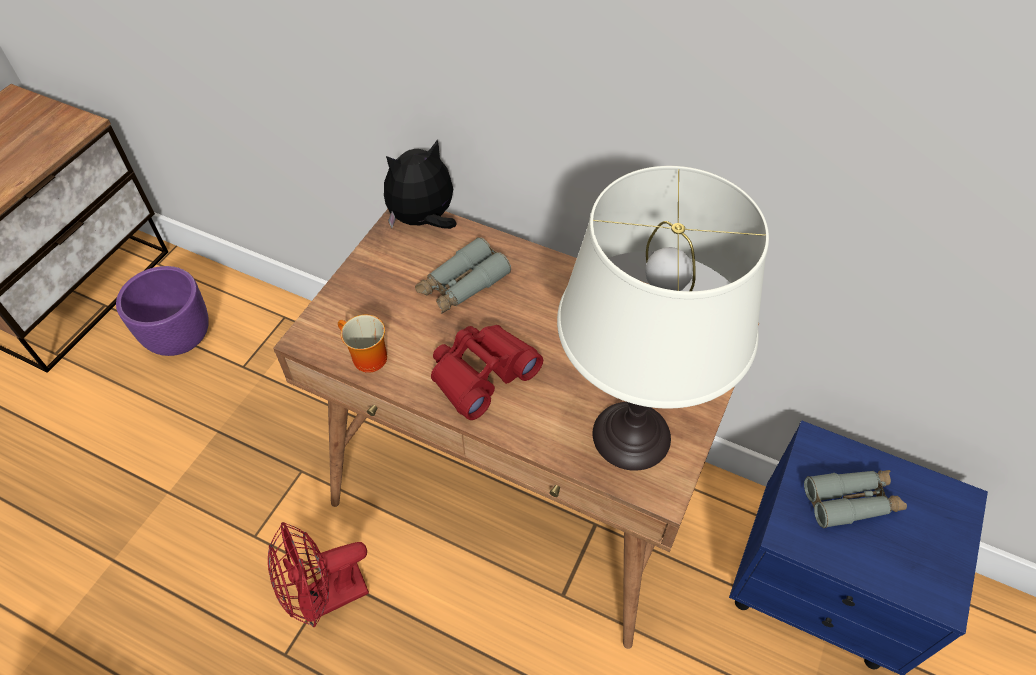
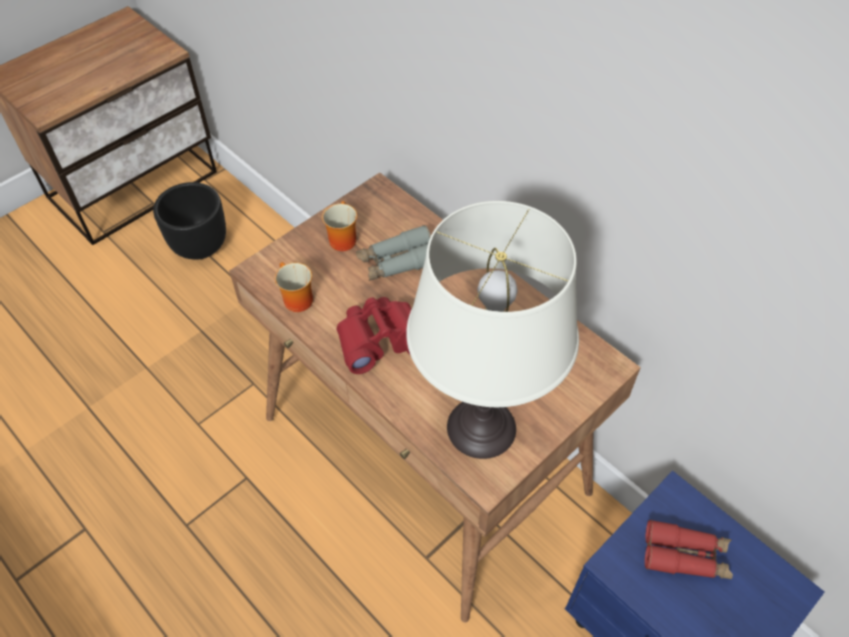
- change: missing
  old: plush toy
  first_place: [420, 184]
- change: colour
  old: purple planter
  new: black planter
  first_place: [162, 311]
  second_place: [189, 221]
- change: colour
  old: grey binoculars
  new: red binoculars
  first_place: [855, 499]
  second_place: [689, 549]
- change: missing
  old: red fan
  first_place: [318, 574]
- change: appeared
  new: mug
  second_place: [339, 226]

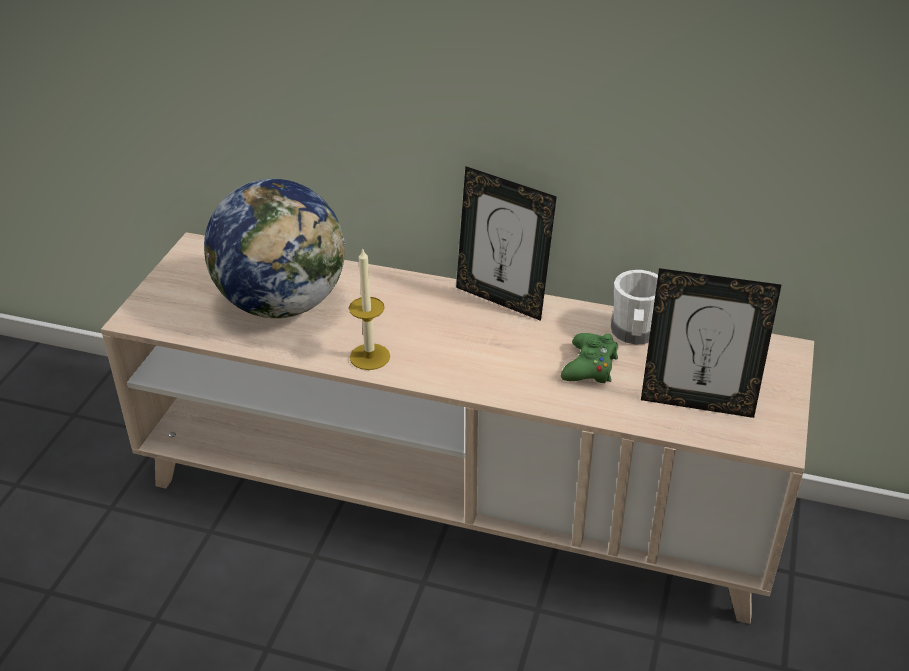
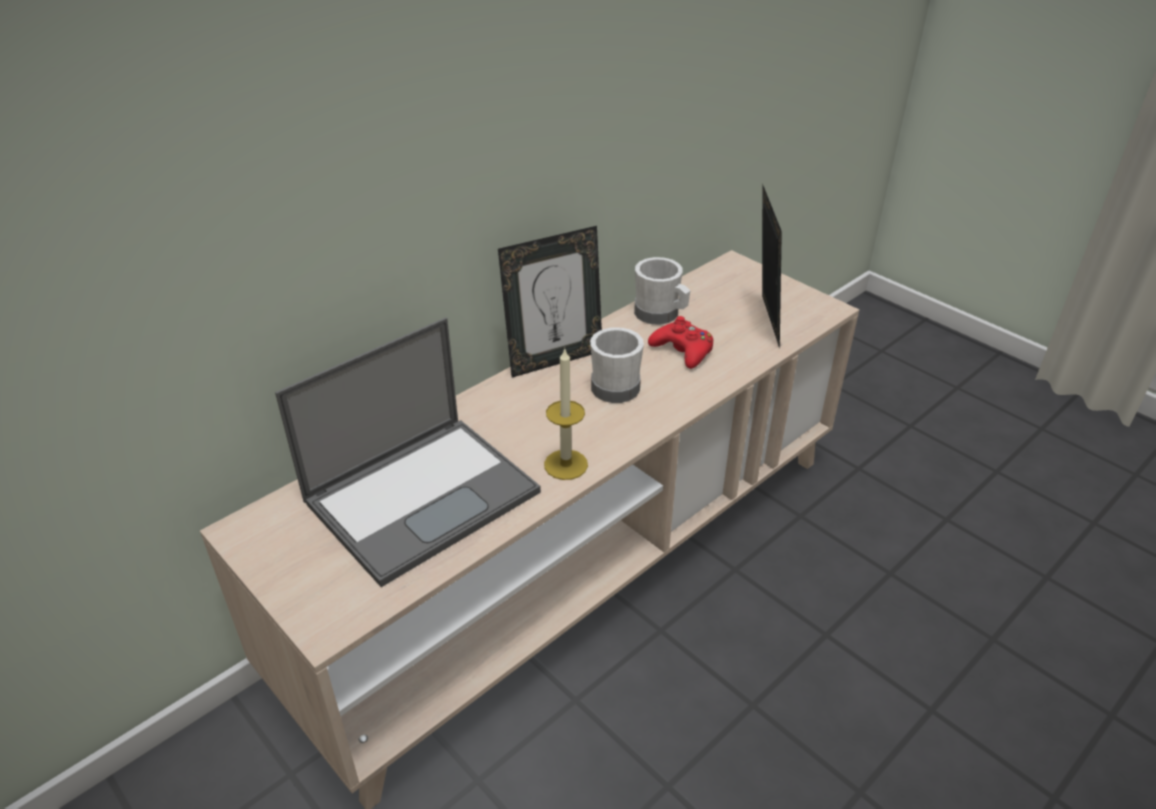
- change: exchanged
  old: globe
  new: laptop
  first_place: [275, 248]
  second_place: [408, 452]
- change: spun
  old: picture frame
  first_place: [711, 343]
  second_place: [772, 266]
  degrees: -45
- change: colour
  old: green game controller
  new: red game controller
  first_place: [589, 358]
  second_place: [680, 342]
- change: appeared
  new: white mug
  second_place: [617, 365]

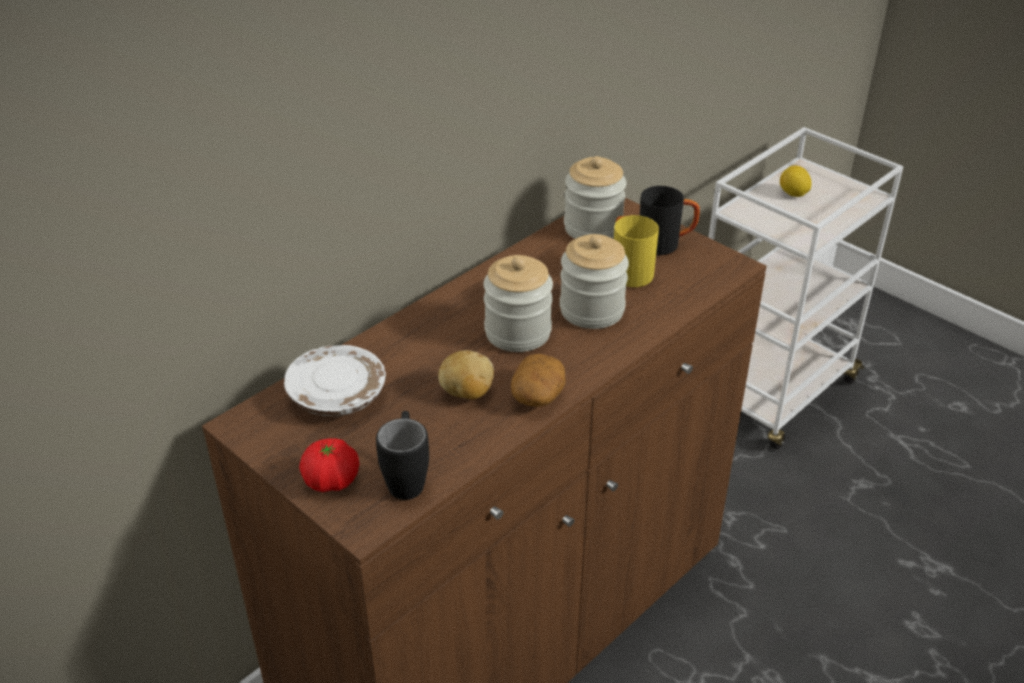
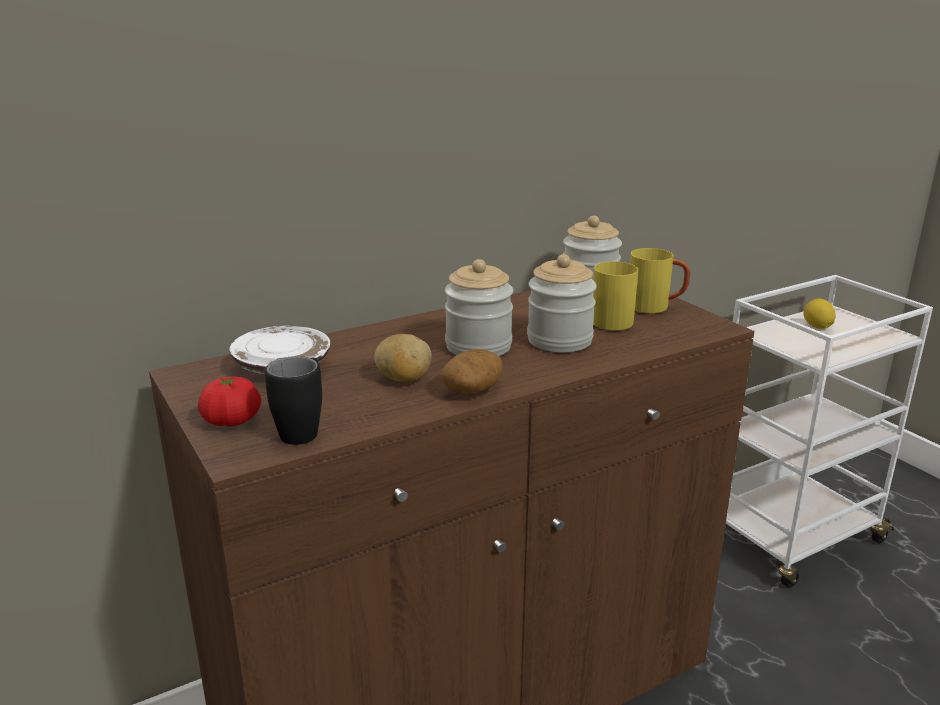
- change: colour
  old: black mug
  new: yellow mug
  first_place: [670, 220]
  second_place: [660, 281]

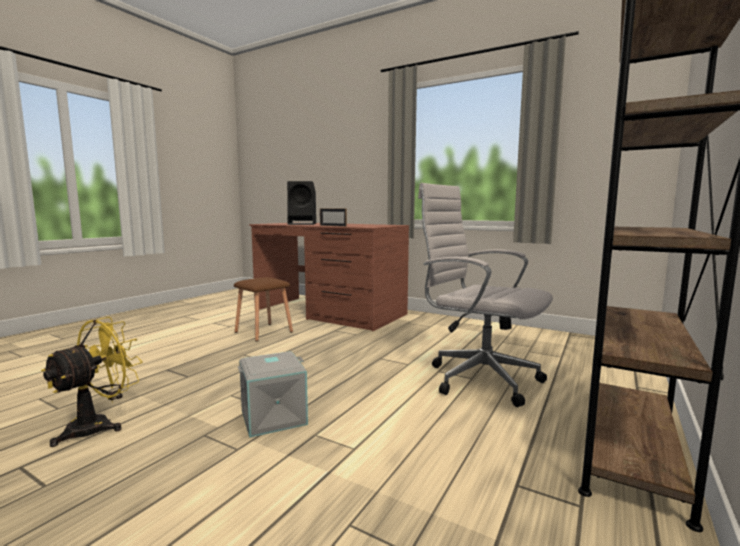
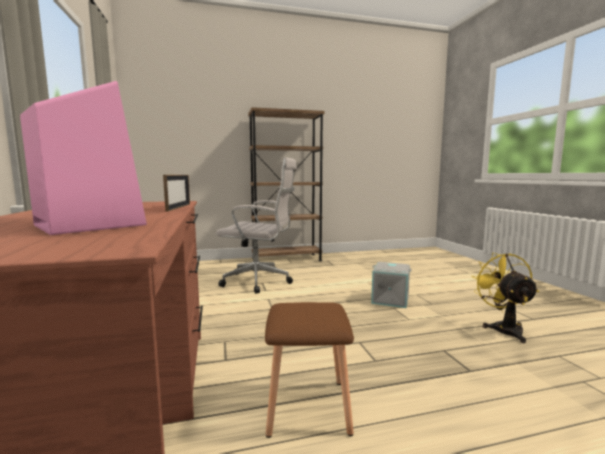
- change: colour
  old: black speaker
  new: pink speaker
  first_place: [301, 203]
  second_place: [83, 158]
- change: spun
  old: white office chair
  first_place: [485, 295]
  second_place: [256, 225]
  degrees: -75
- change: spun
  old: yellow fan
  first_place: [92, 382]
  second_place: [505, 298]
  degrees: 105

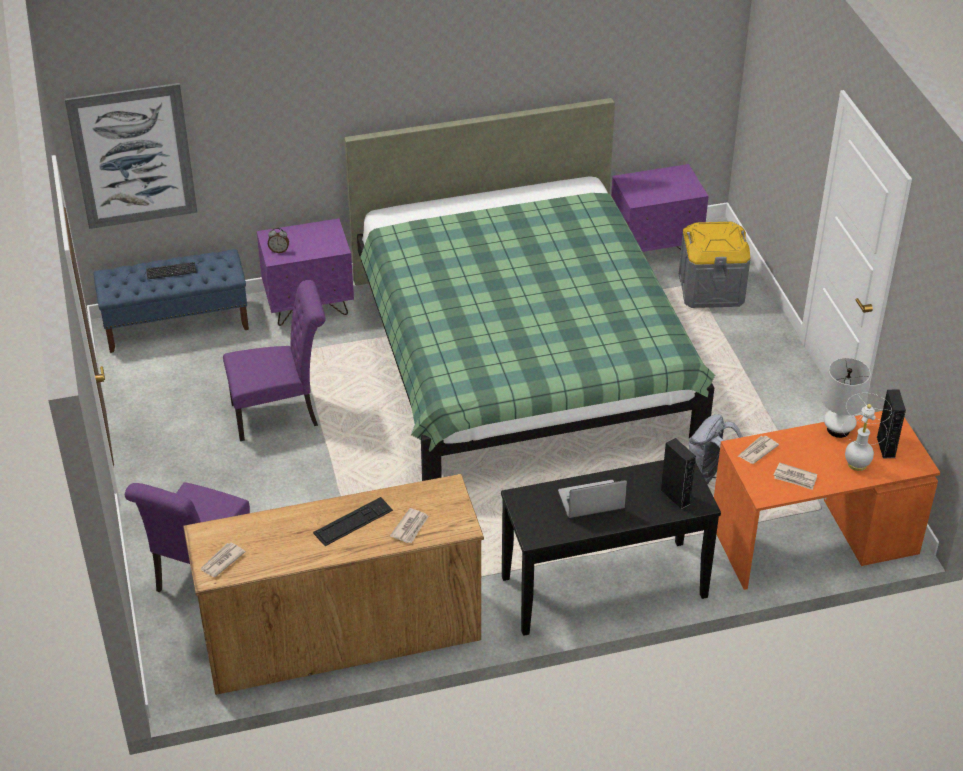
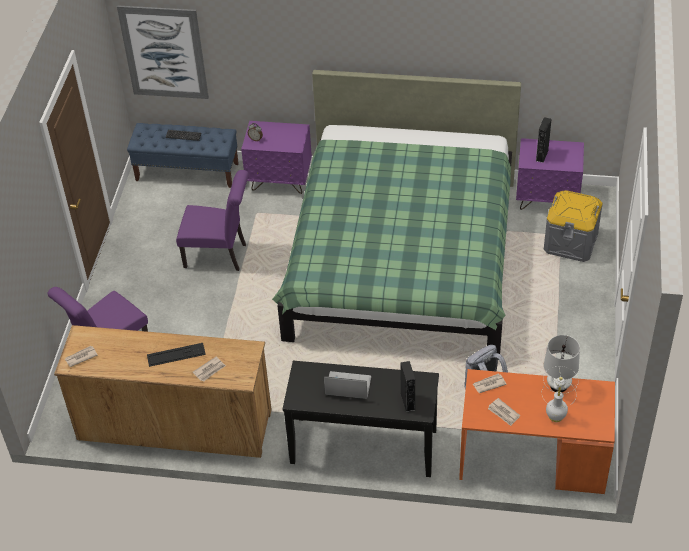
- change: relocated
  old: black speaker
  first_place: [891, 423]
  second_place: [544, 140]

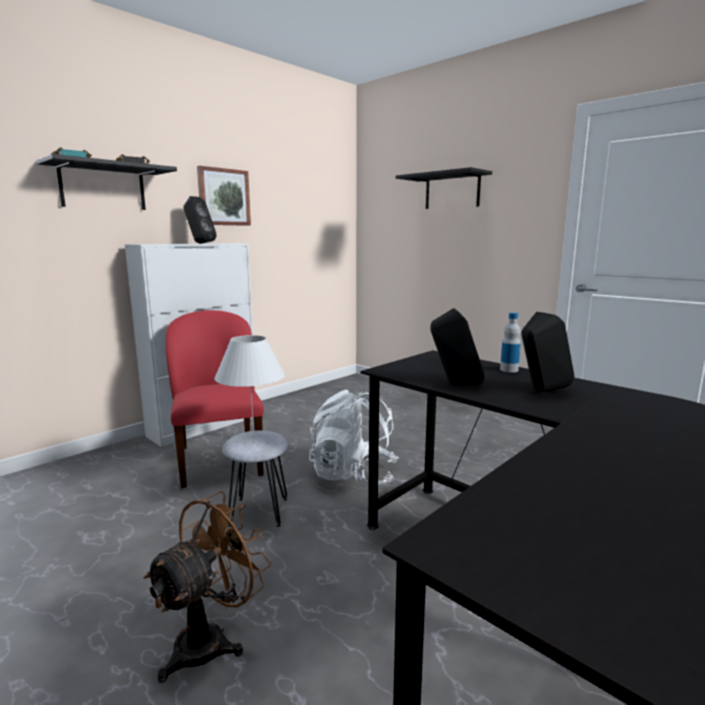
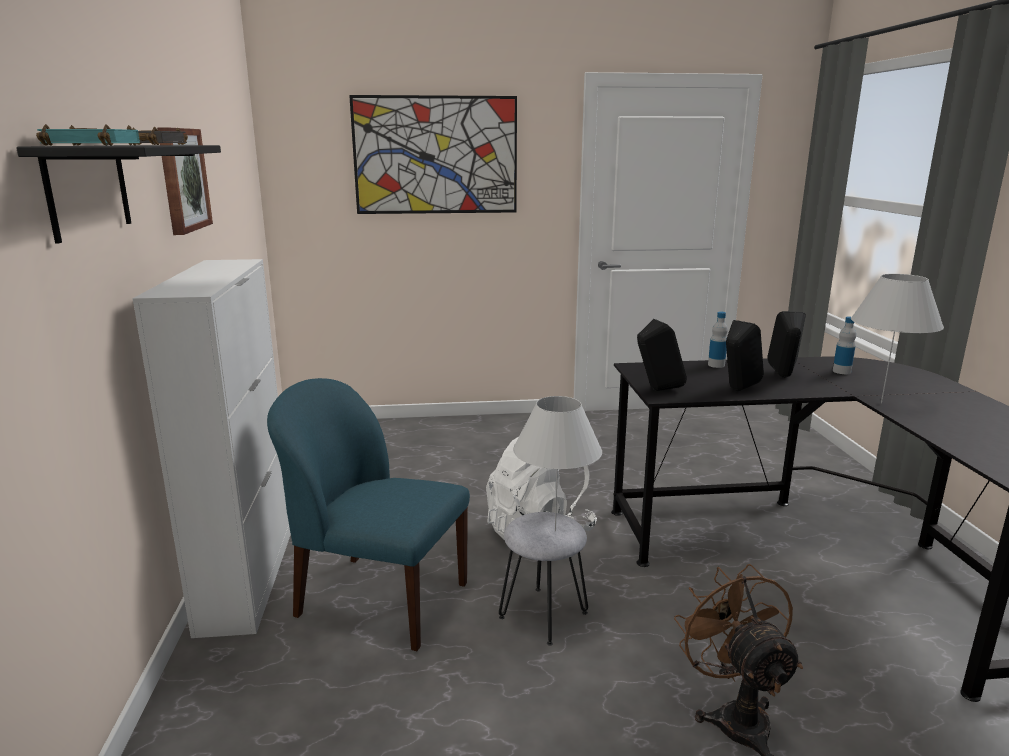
- change: exchanged
  old: black shelf
  new: picture
  first_place: [444, 188]
  second_place: [433, 154]
- change: relocated
  old: black speaker
  first_place: [200, 219]
  second_place: [662, 355]
- change: colour
  old: red chair
  new: blue chair
  first_place: [214, 399]
  second_place: [368, 514]
- change: appeared
  new: white table lamp
  second_place: [897, 338]
- change: appeared
  new: bottle
  second_place: [844, 345]

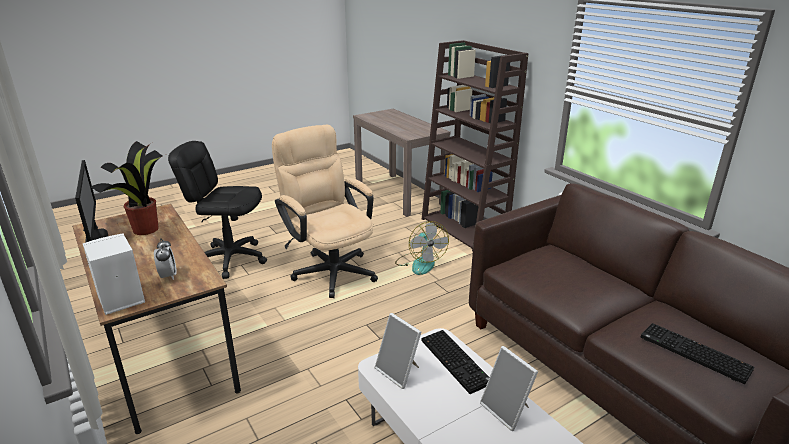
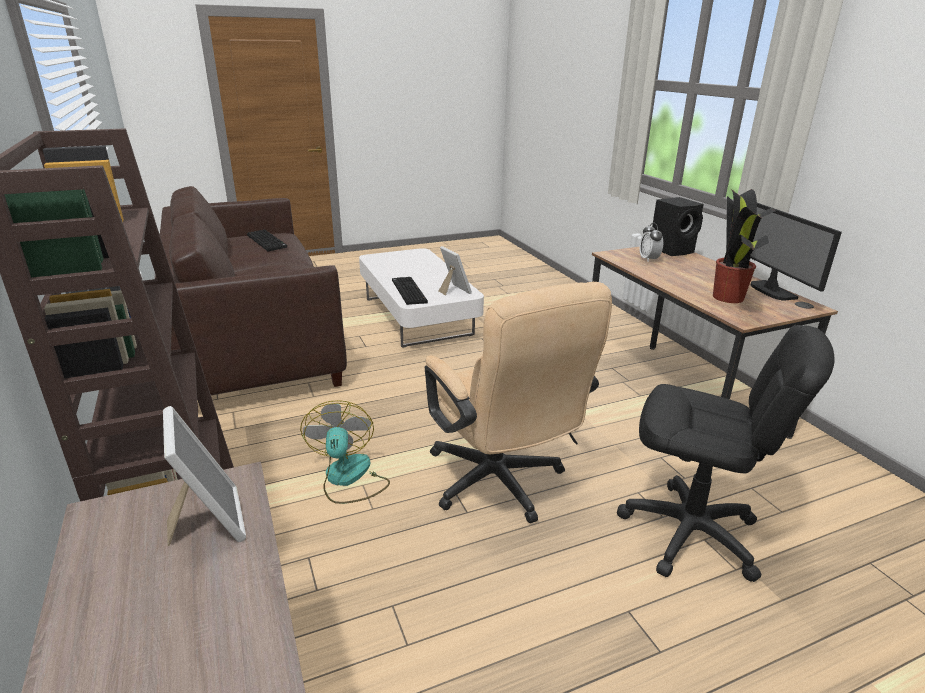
- change: colour
  old: white speaker
  new: black speaker
  first_place: [114, 274]
  second_place: [678, 226]
- change: relocated
  old: picture frame
  first_place: [509, 388]
  second_place: [204, 476]

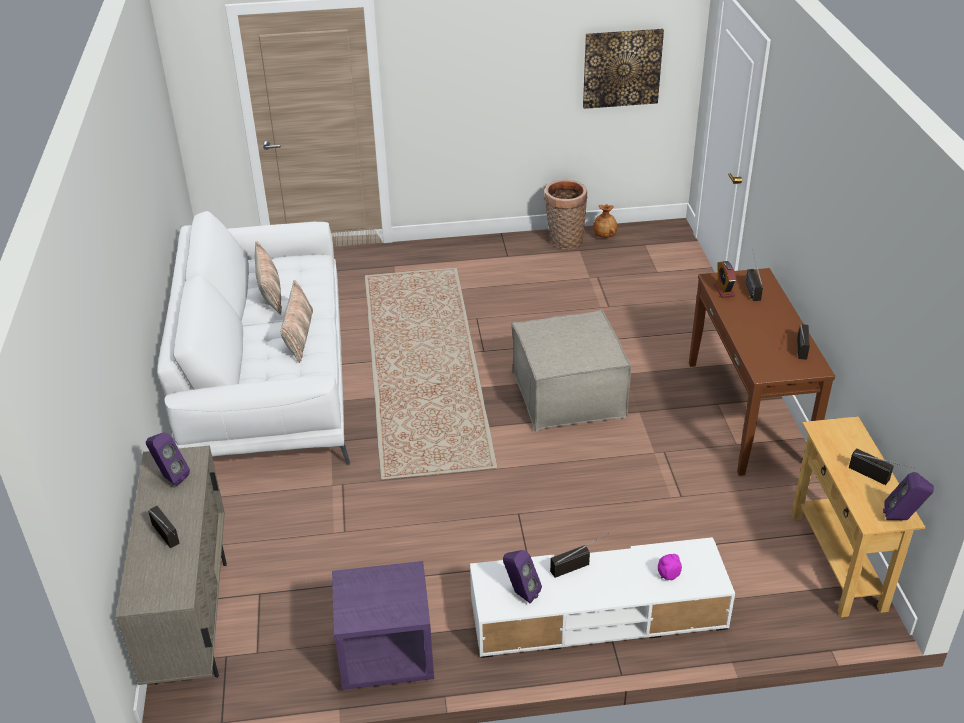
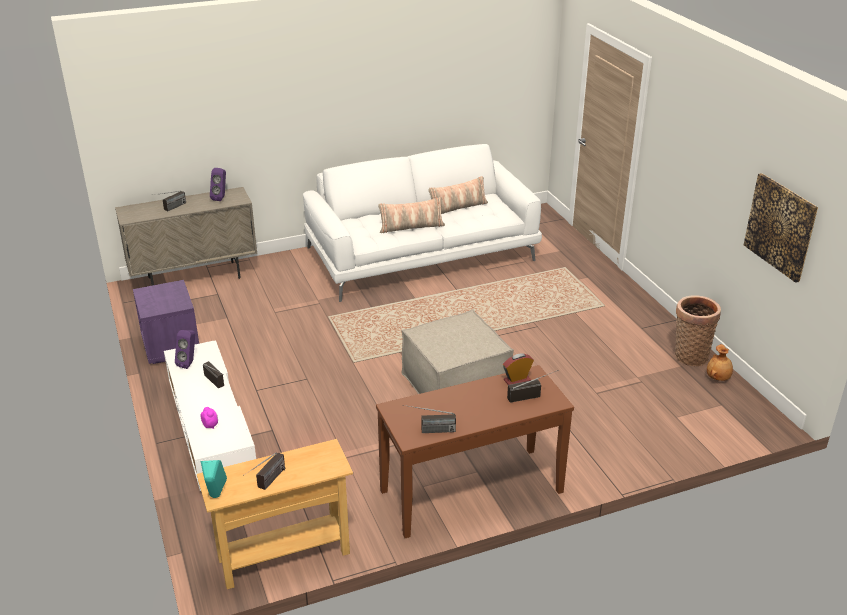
- change: colour
  old: purple speaker
  new: turquoise speaker
  first_place: [908, 496]
  second_place: [213, 479]

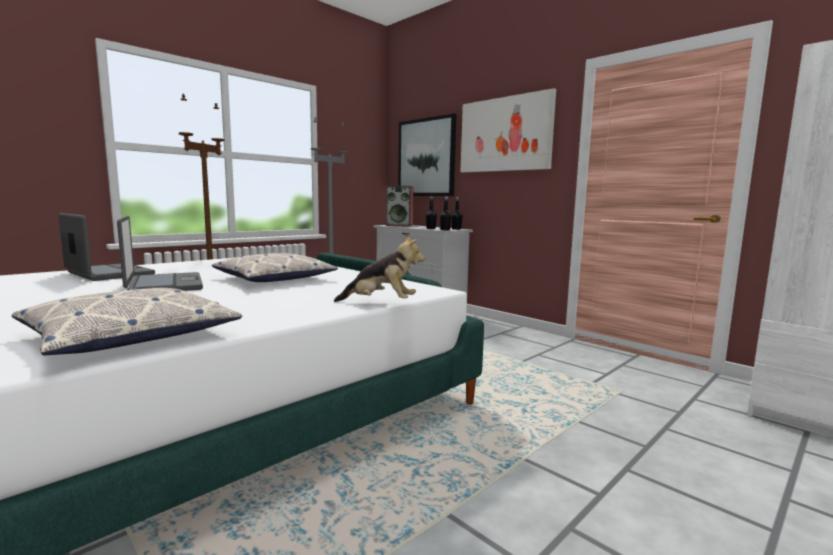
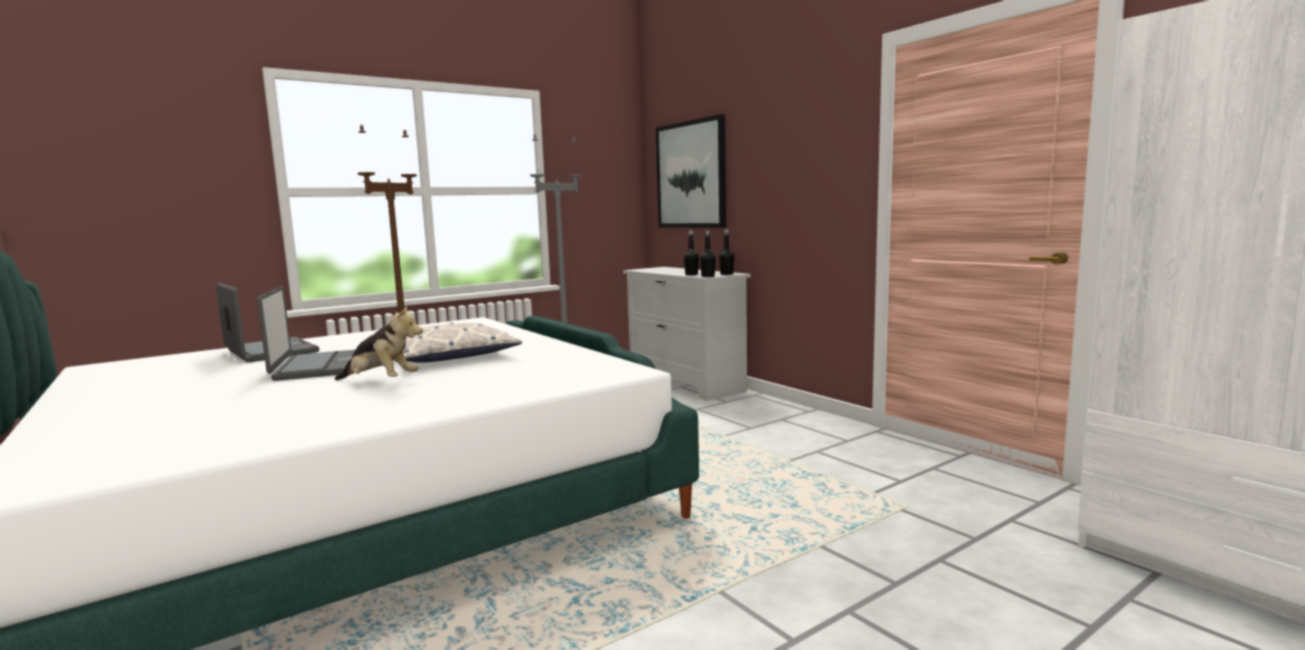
- change: missing
  old: picture
  first_place: [508, 130]
- change: missing
  old: speaker
  first_place: [400, 206]
- change: relocated
  old: plush toy
  first_place: [379, 269]
  second_place: [379, 342]
- change: missing
  old: pillow
  first_place: [127, 321]

